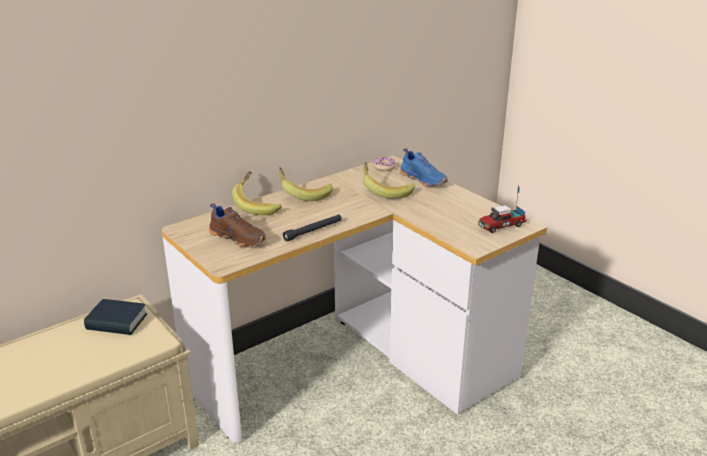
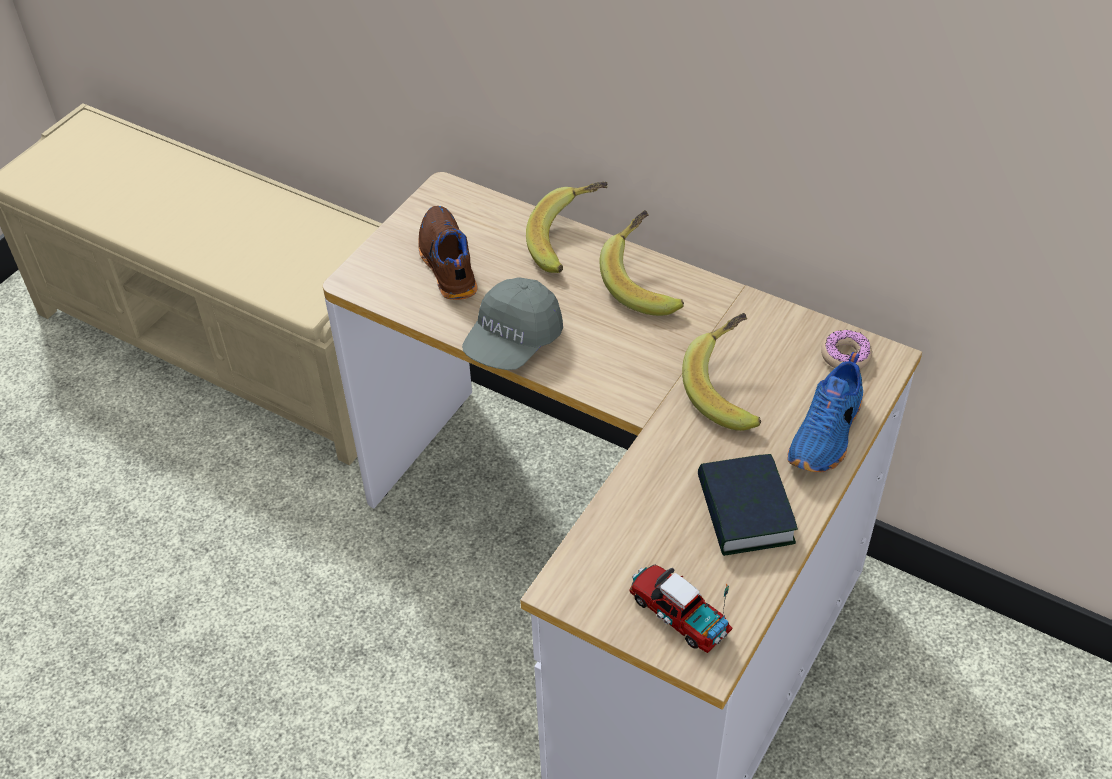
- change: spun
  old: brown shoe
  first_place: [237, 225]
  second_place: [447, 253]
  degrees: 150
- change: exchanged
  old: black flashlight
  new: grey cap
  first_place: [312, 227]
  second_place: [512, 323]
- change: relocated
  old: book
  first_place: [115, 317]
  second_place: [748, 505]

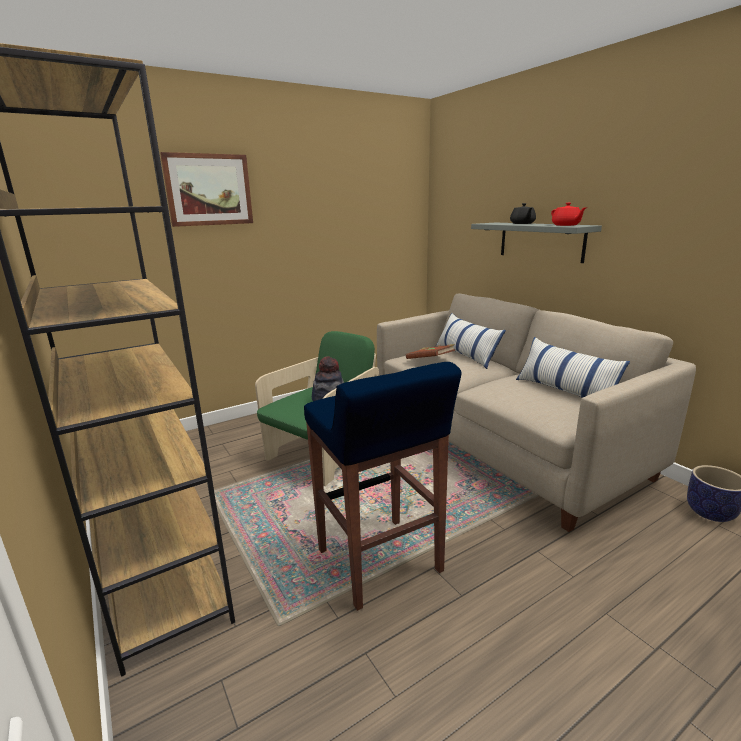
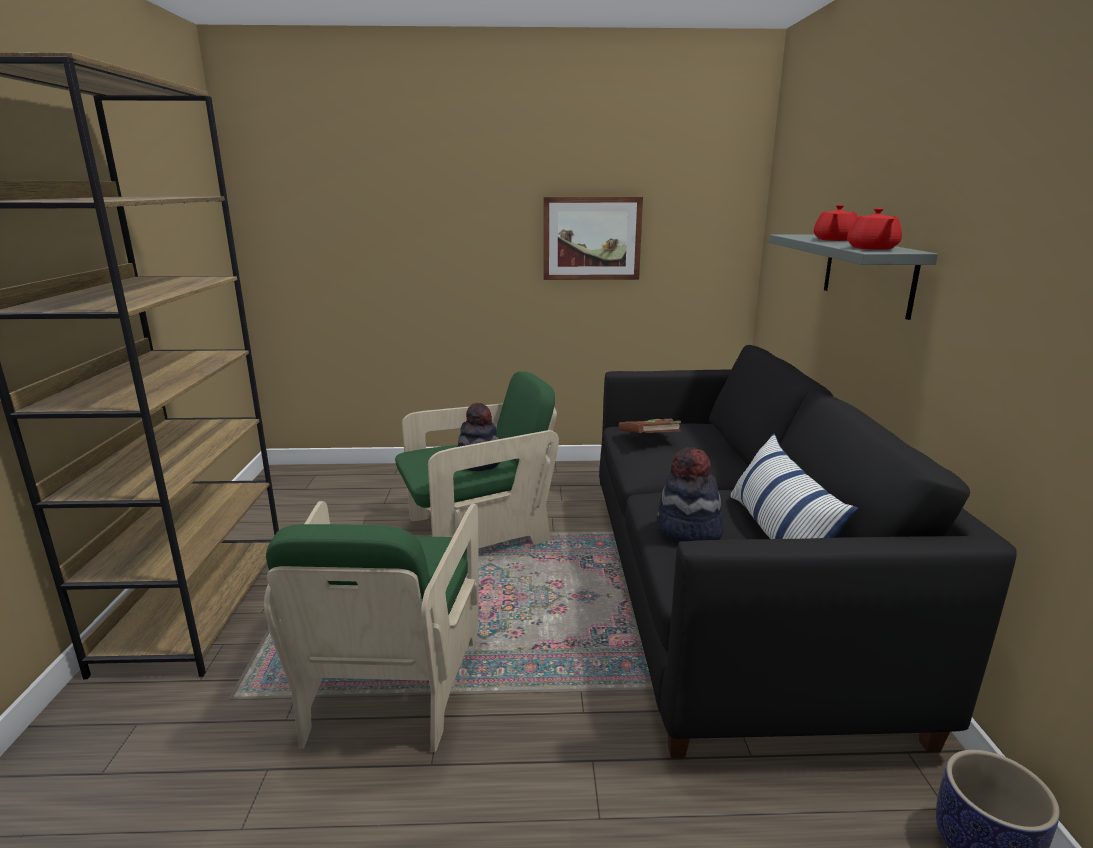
- change: relocated
  old: picture
  first_place: [206, 189]
  second_place: [593, 238]
- change: colour
  old: black teapot
  new: red teapot
  first_place: [523, 213]
  second_place: [836, 223]
- change: colour
  old: beige sofa
  new: black sofa
  first_place: [536, 413]
  second_place: [808, 551]
- change: missing
  old: pillow
  first_place: [471, 341]
- change: exchanged
  old: blue stool
  new: green armchair
  first_place: [383, 486]
  second_place: [371, 626]
- change: appeared
  new: hat
  second_place: [690, 494]

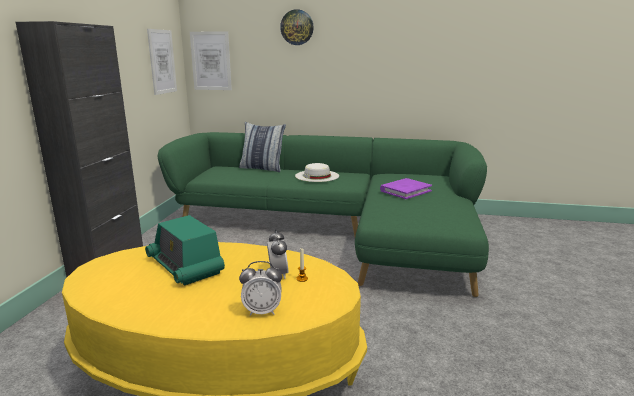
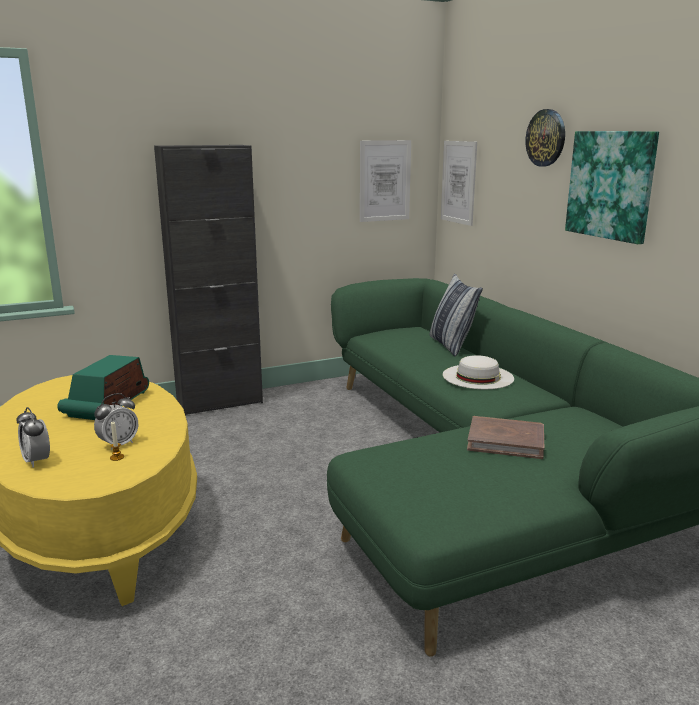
- change: colour
  old: purple book
  new: brown book
  first_place: [406, 188]
  second_place: [505, 437]
- change: appeared
  new: picture
  second_place: [612, 187]

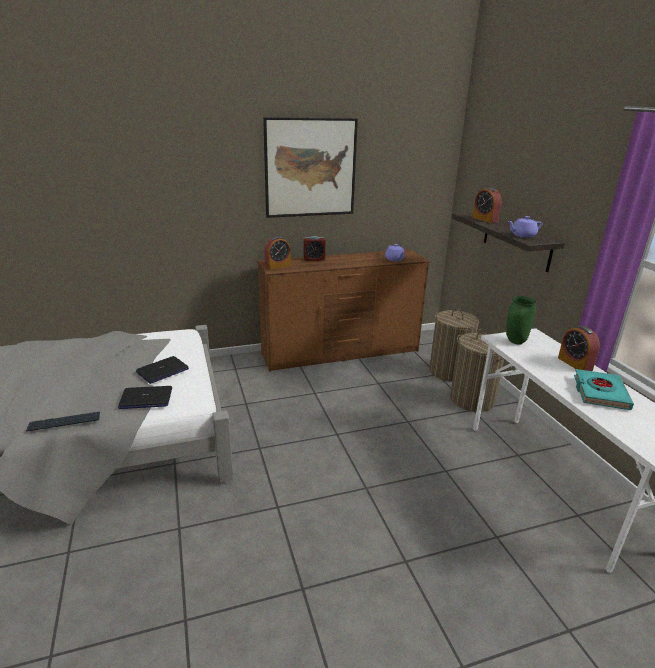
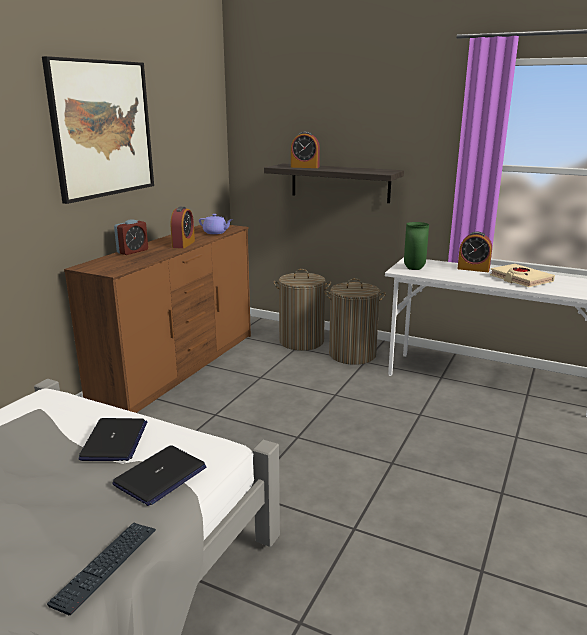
- change: missing
  old: purple teapot
  first_place: [525, 227]
- change: relocated
  old: alarm clock
  first_place: [277, 253]
  second_place: [182, 227]
- change: colour
  old: turquoise book
  new: beige book
  first_place: [604, 389]
  second_place: [522, 275]

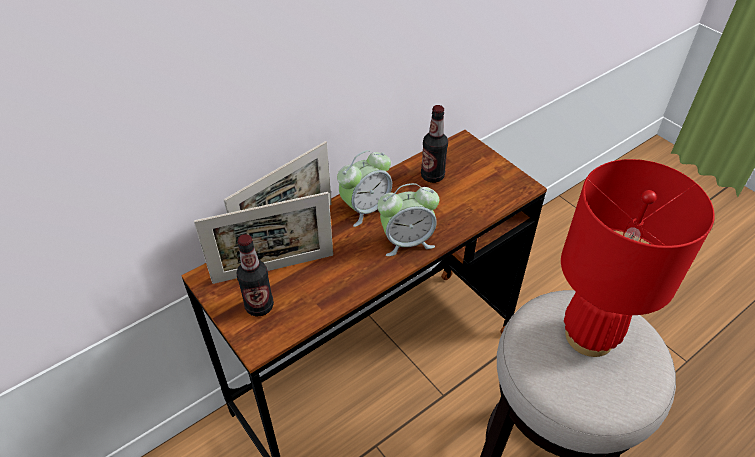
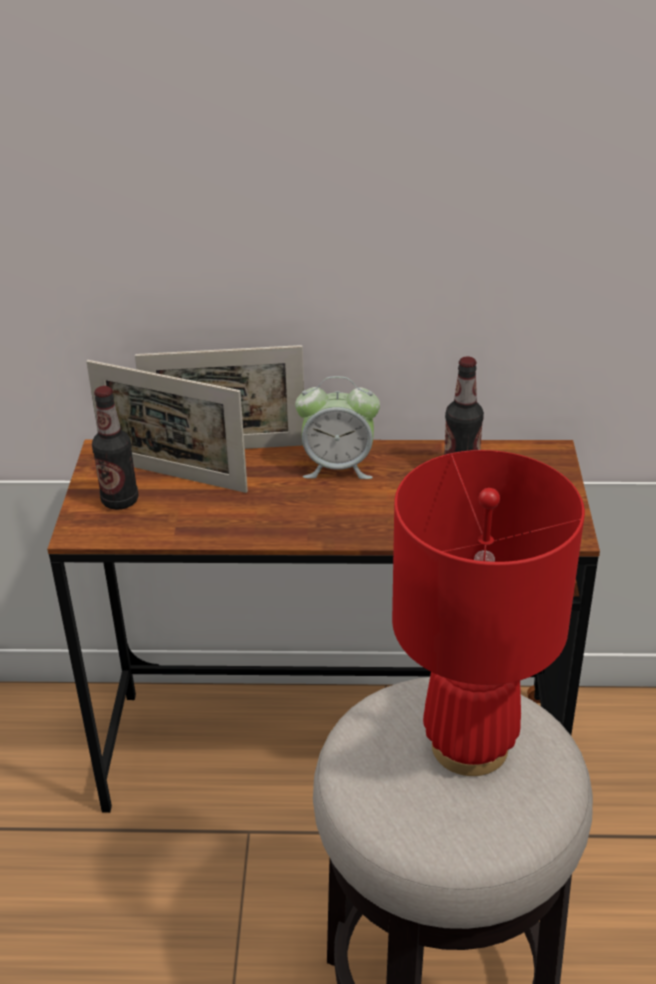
- change: missing
  old: alarm clock
  first_place: [408, 219]

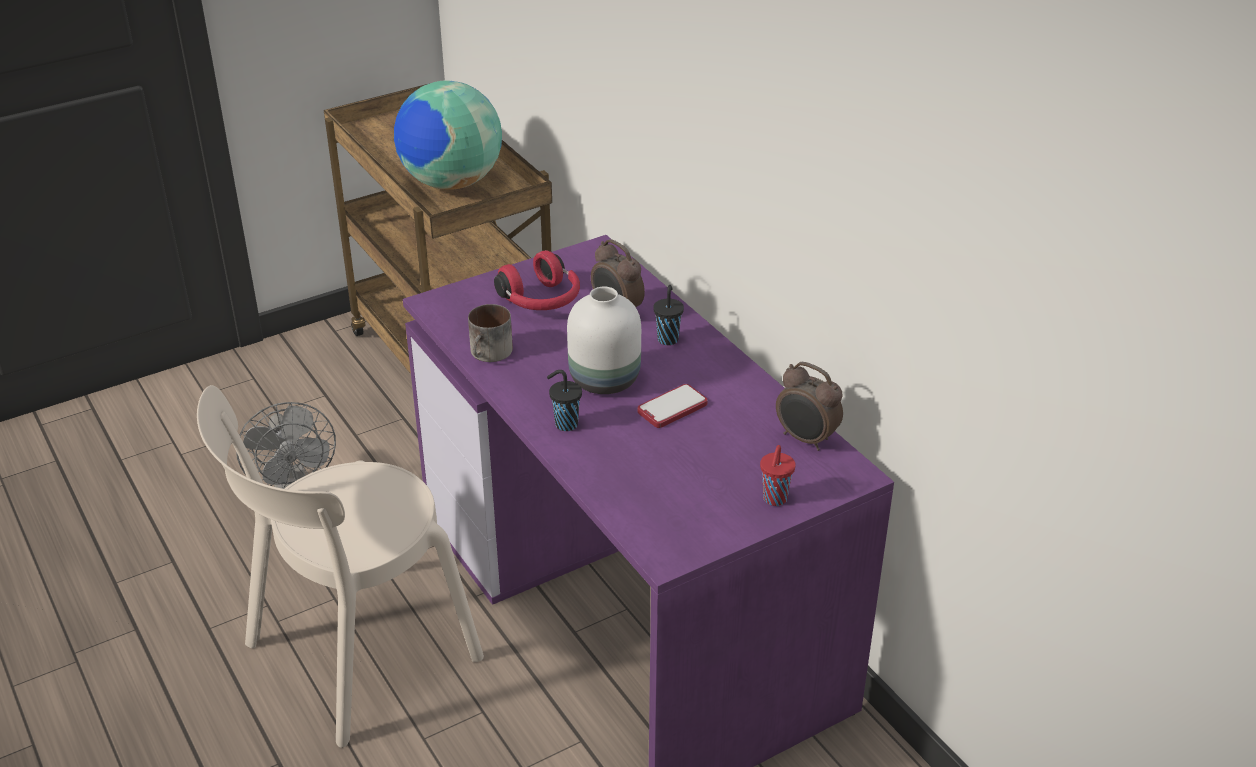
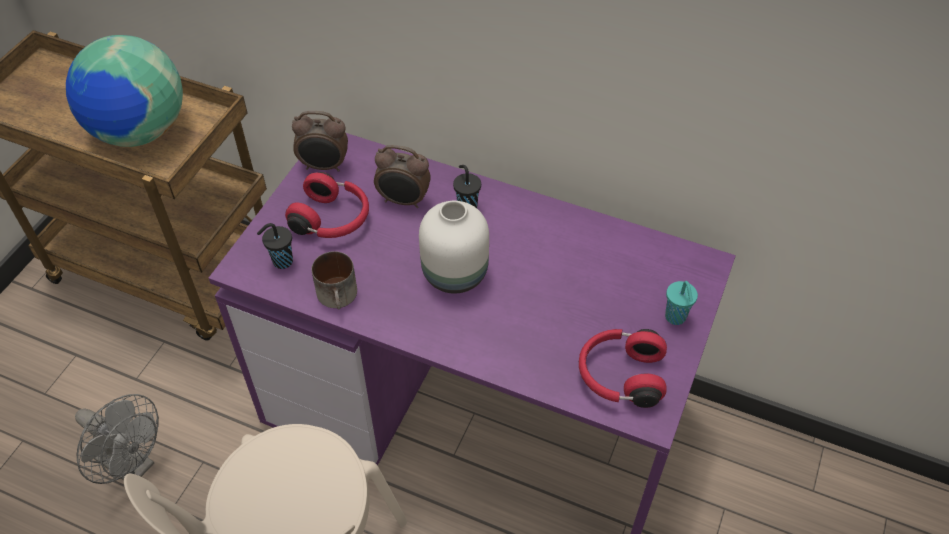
- change: relocated
  old: alarm clock
  first_place: [809, 406]
  second_place: [320, 141]
- change: relocated
  old: black cup
  first_place: [564, 400]
  second_place: [275, 246]
- change: missing
  old: phone
  first_place: [672, 406]
- change: colour
  old: red cup
  new: turquoise cup
  first_place: [778, 475]
  second_place: [681, 303]
- change: appeared
  new: red headphones
  second_place: [623, 368]

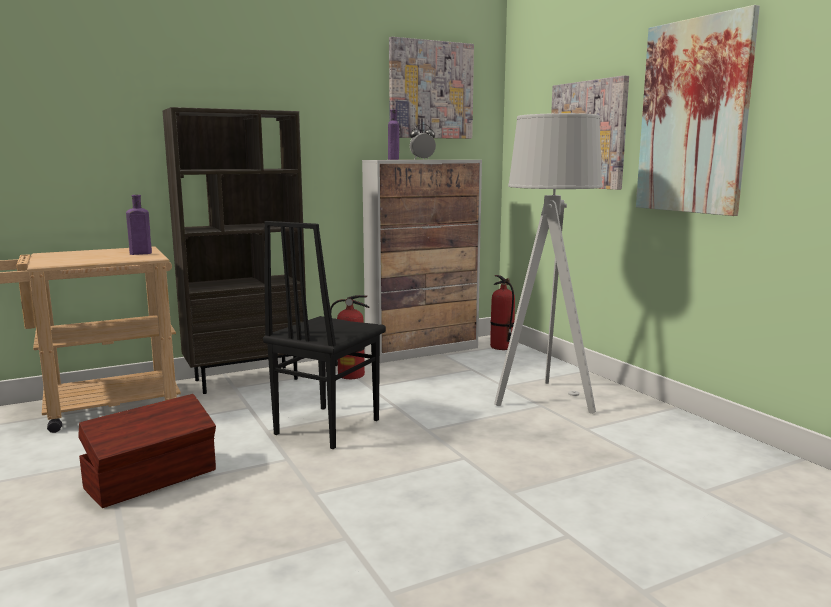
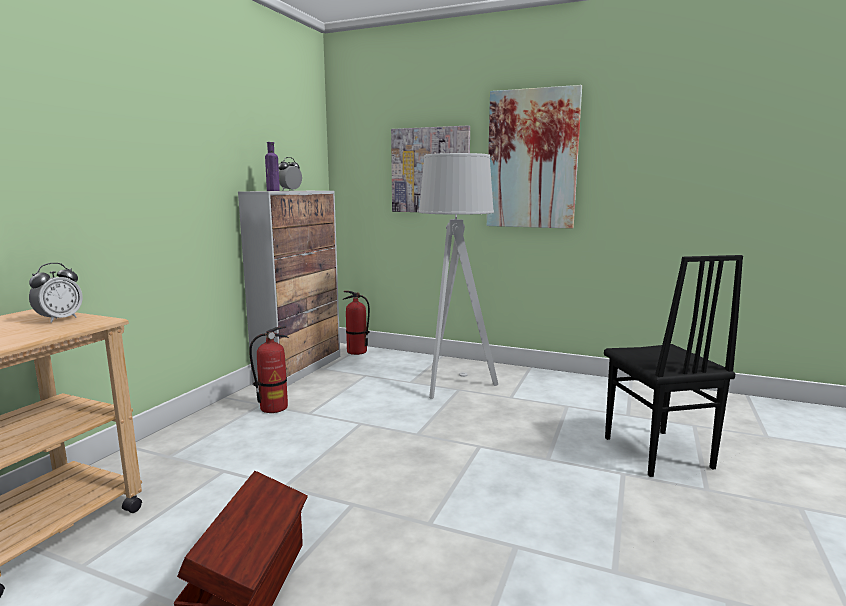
- change: missing
  old: picture
  first_place: [431, 88]
- change: missing
  old: brown bookcase
  first_place: [234, 250]
- change: exchanged
  old: purple bottle
  new: alarm clock
  first_place: [139, 225]
  second_place: [56, 293]
- change: relocated
  old: black chair
  first_place: [324, 335]
  second_place: [673, 366]

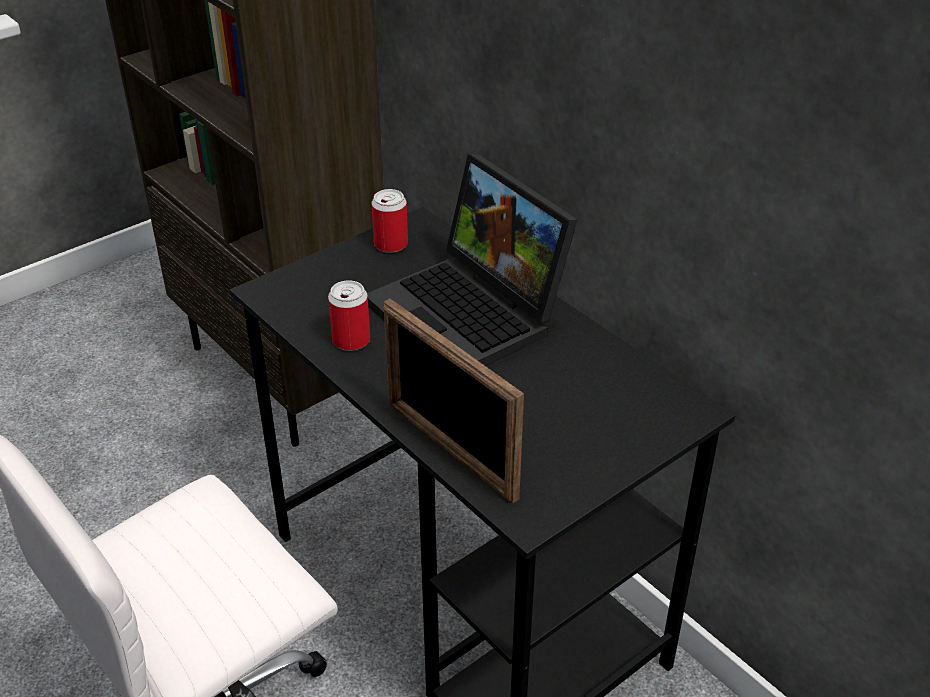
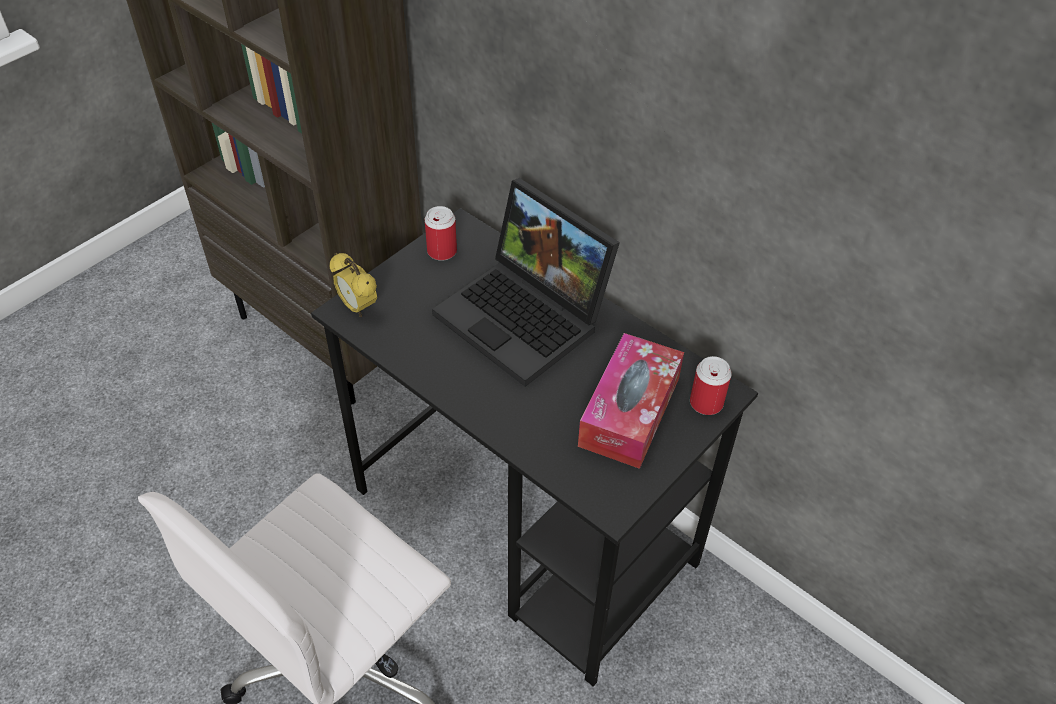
- change: relocated
  old: can
  first_place: [349, 315]
  second_place: [711, 385]
- change: missing
  old: picture frame
  first_place: [454, 401]
- change: appeared
  new: alarm clock
  second_place: [353, 285]
- change: appeared
  new: tissue box
  second_place: [631, 401]

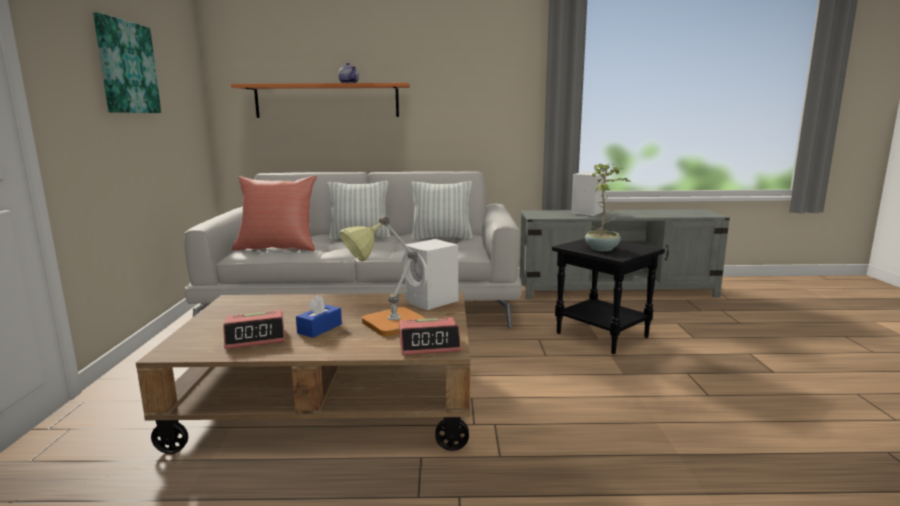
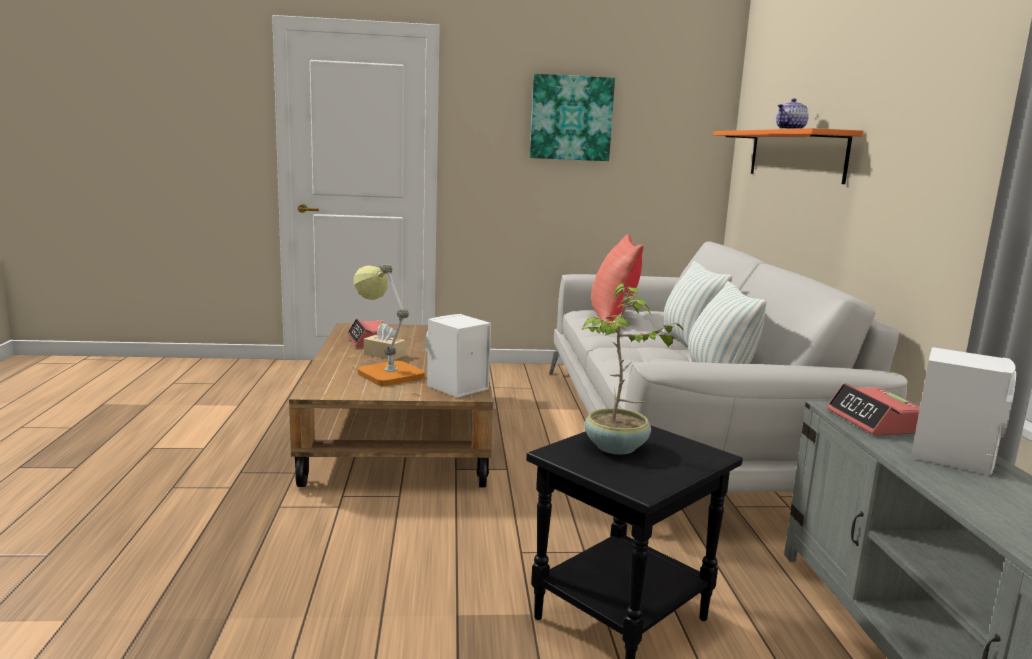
- change: colour
  old: blue tissue box
  new: beige tissue box
  first_place: [319, 316]
  second_place: [385, 342]
- change: relocated
  old: alarm clock
  first_place: [430, 336]
  second_place: [873, 409]

